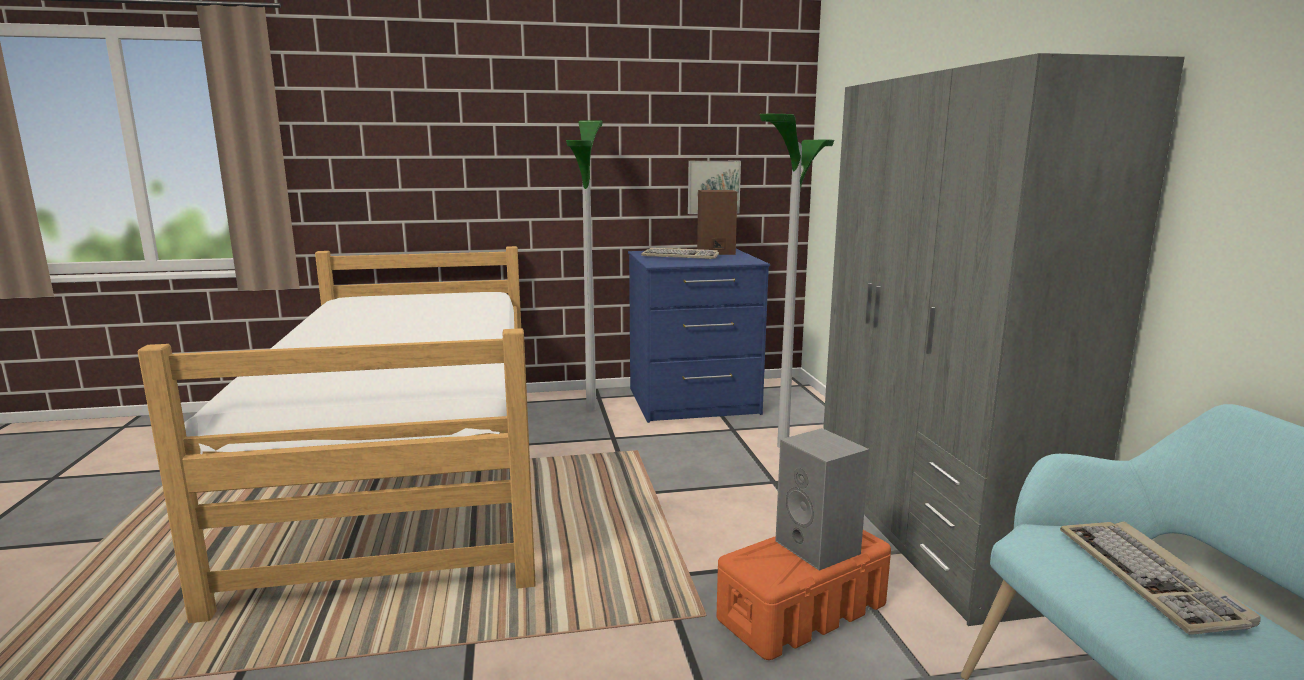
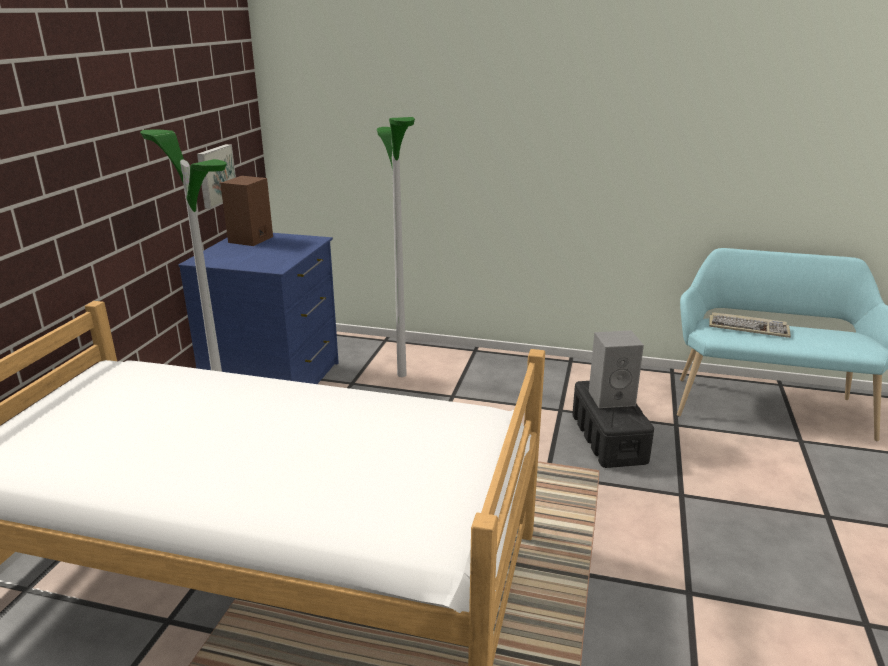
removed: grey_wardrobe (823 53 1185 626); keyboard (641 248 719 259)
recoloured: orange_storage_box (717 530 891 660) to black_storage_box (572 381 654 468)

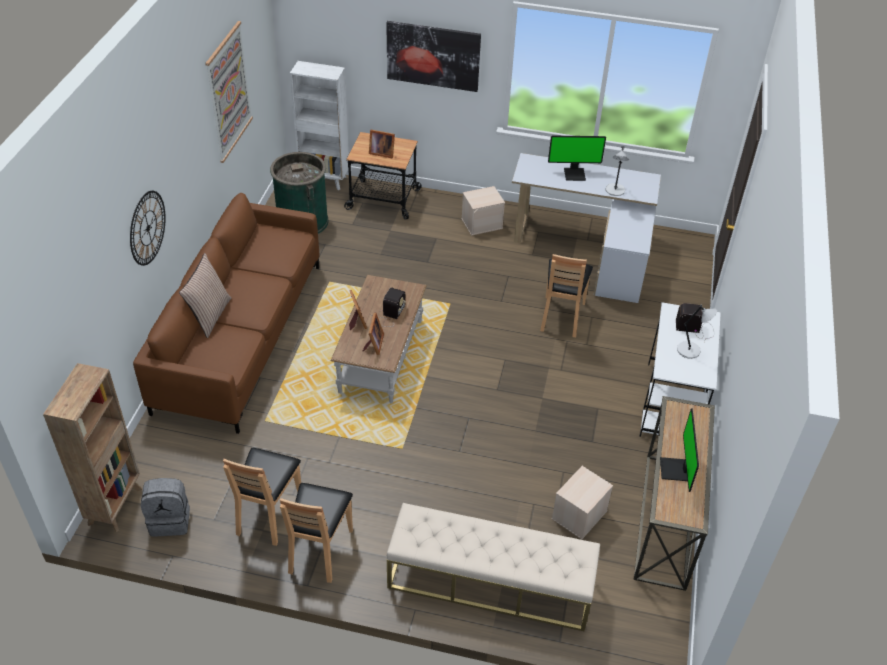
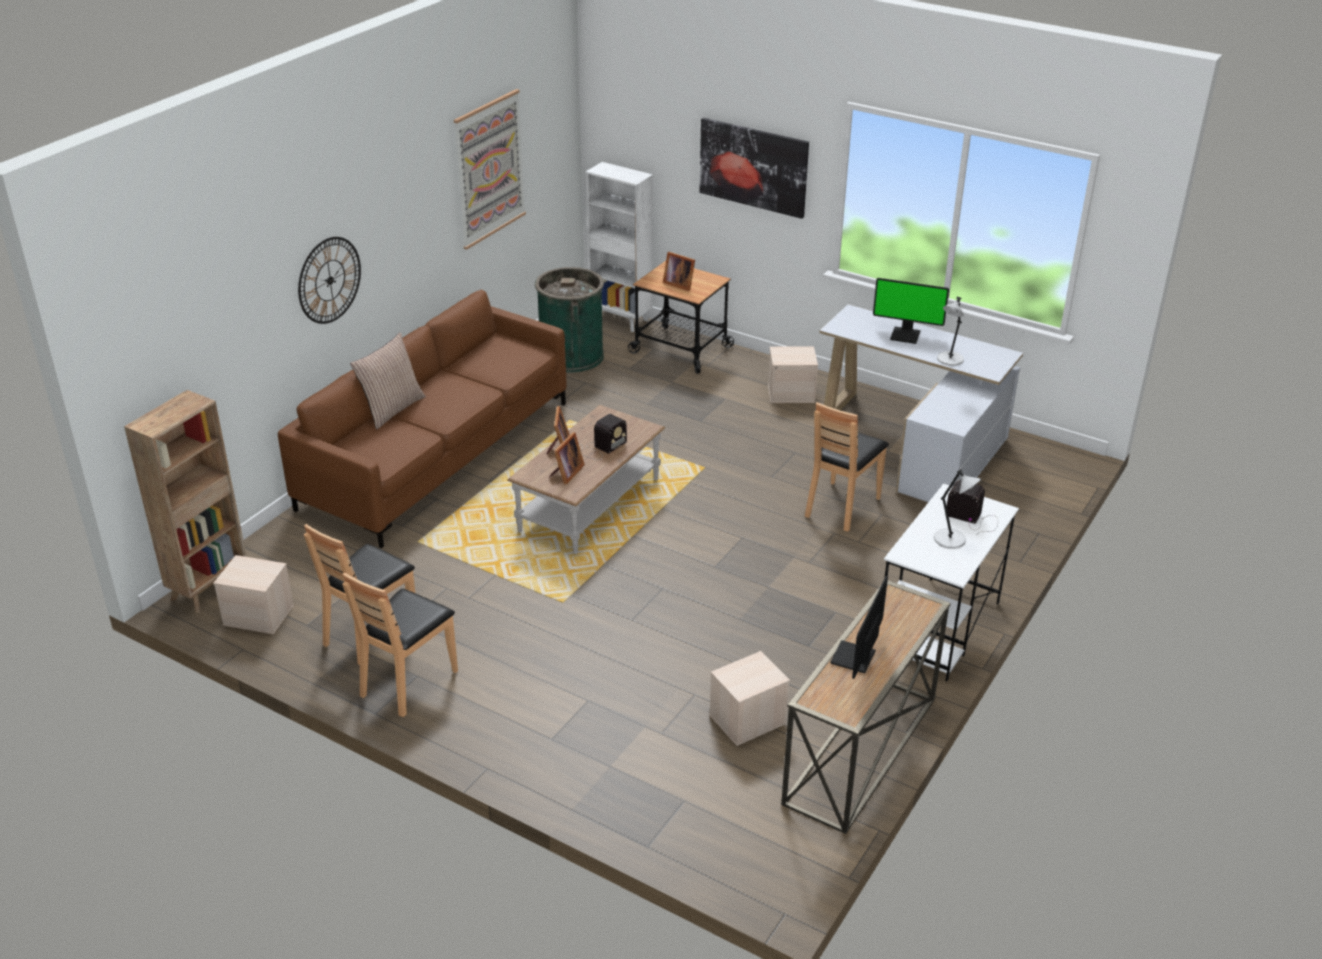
removed: beige_bench (387 503 600 631)
replaced: grey_backpack (141 478 190 537) to beige_storage_box (213 555 294 634)

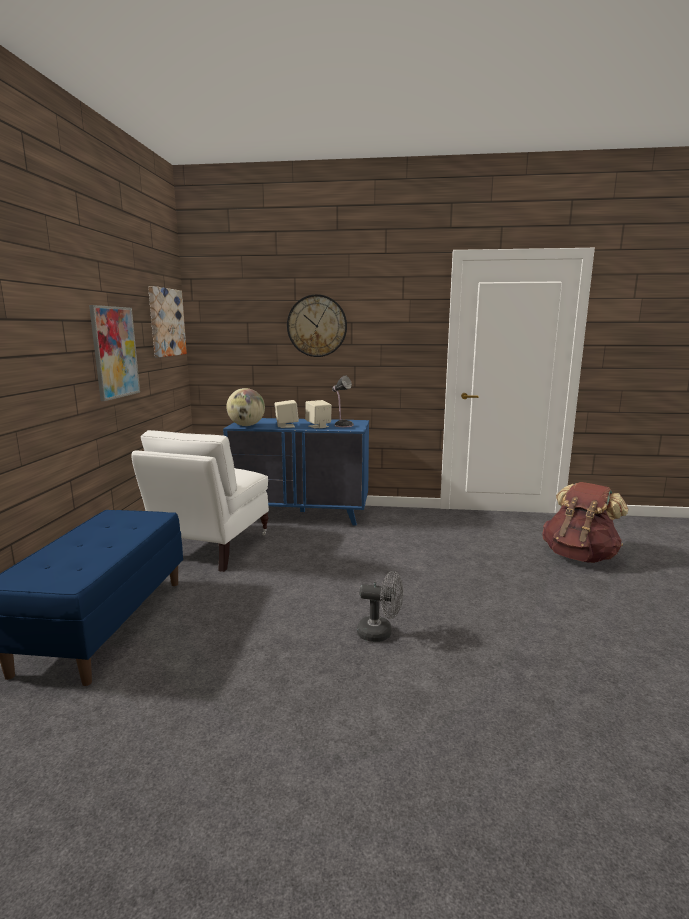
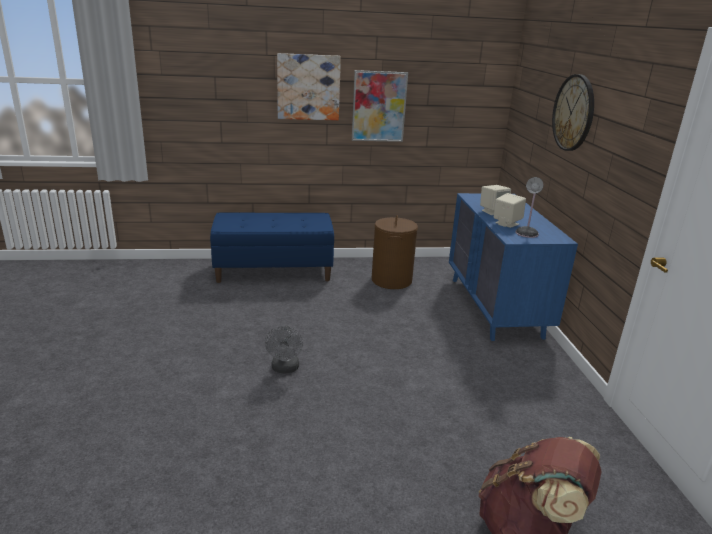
removed: globe (226 388 265 426)
moved: picture (148 286 187 357) to (277 53 341 120)
replaced: white_armchair (131 430 269 572) to brown_laundry_basket (372 215 418 289)

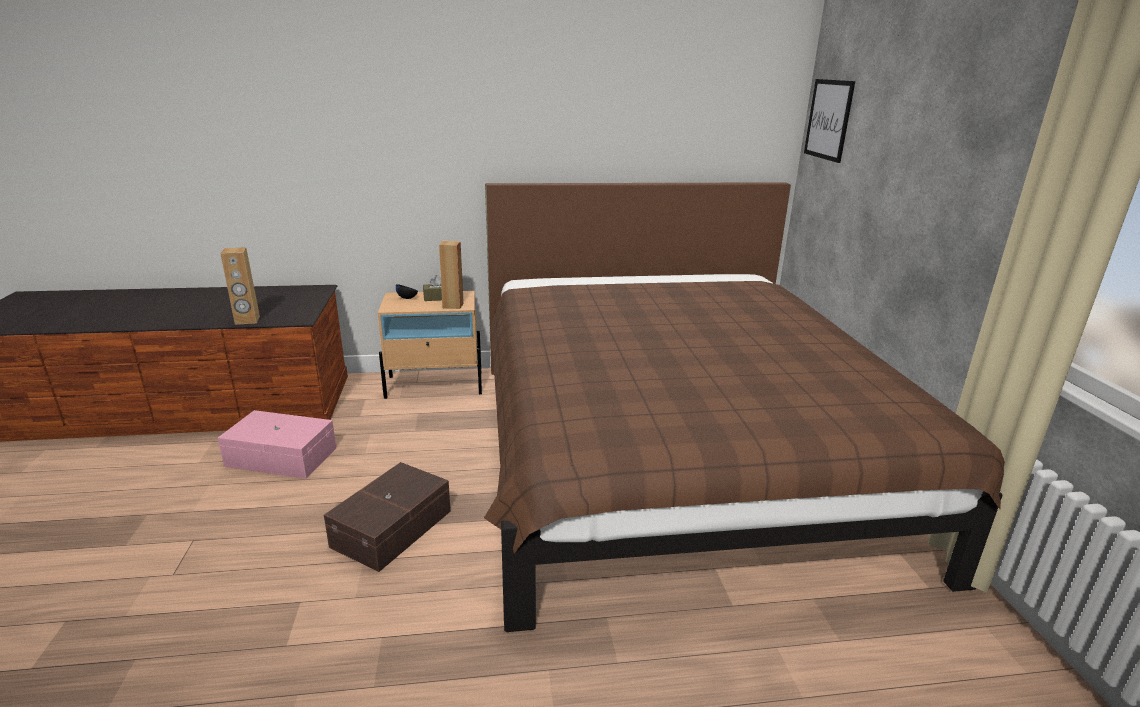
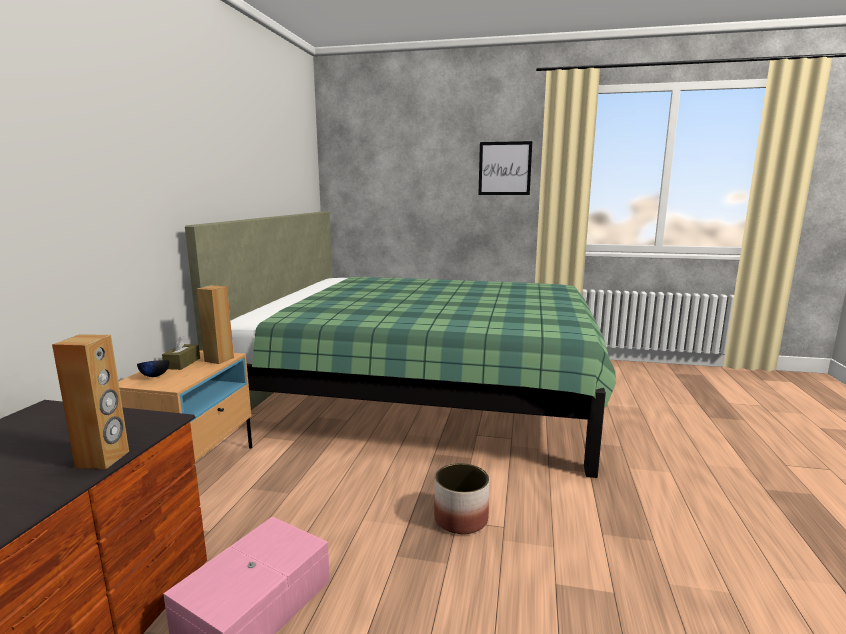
moved: picture (804 79 855 163) to (478 141 532 195)
replaced: brown_storage_box (324 462 451 572) to planter (434 463 489 534)
recoloured: brown_bed (484 182 1005 632) to green_bed (185 212 616 478)

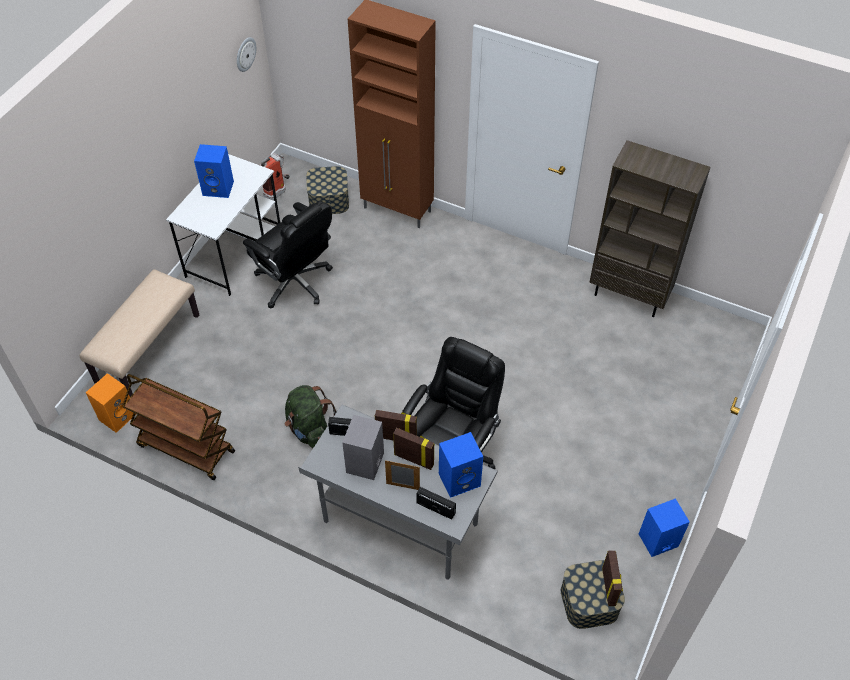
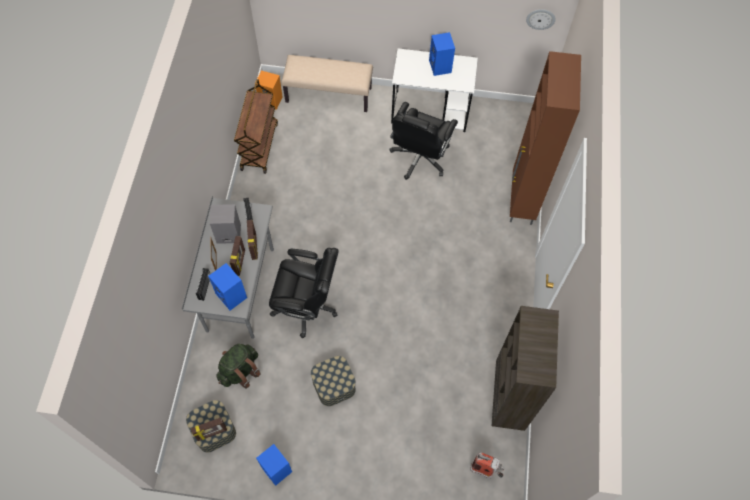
moved: fire_extinguisher (259 153 290 200) to (470 452 504 479); storage_box (306 166 349 214) to (311 356 356 406); green_backpack (285 385 337 448) to (216 343 261 389)

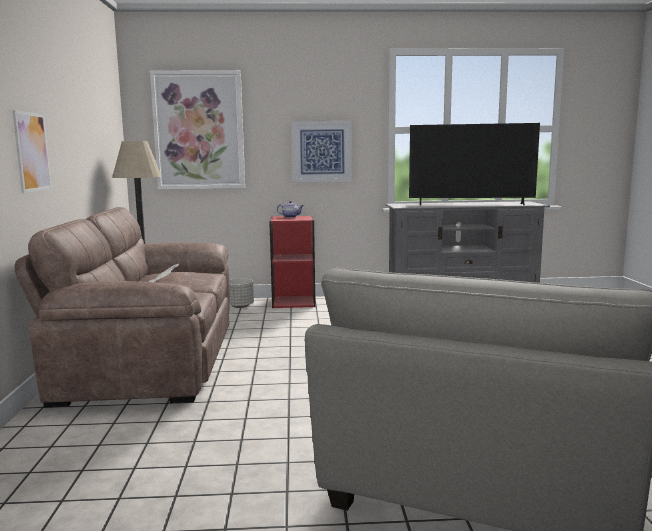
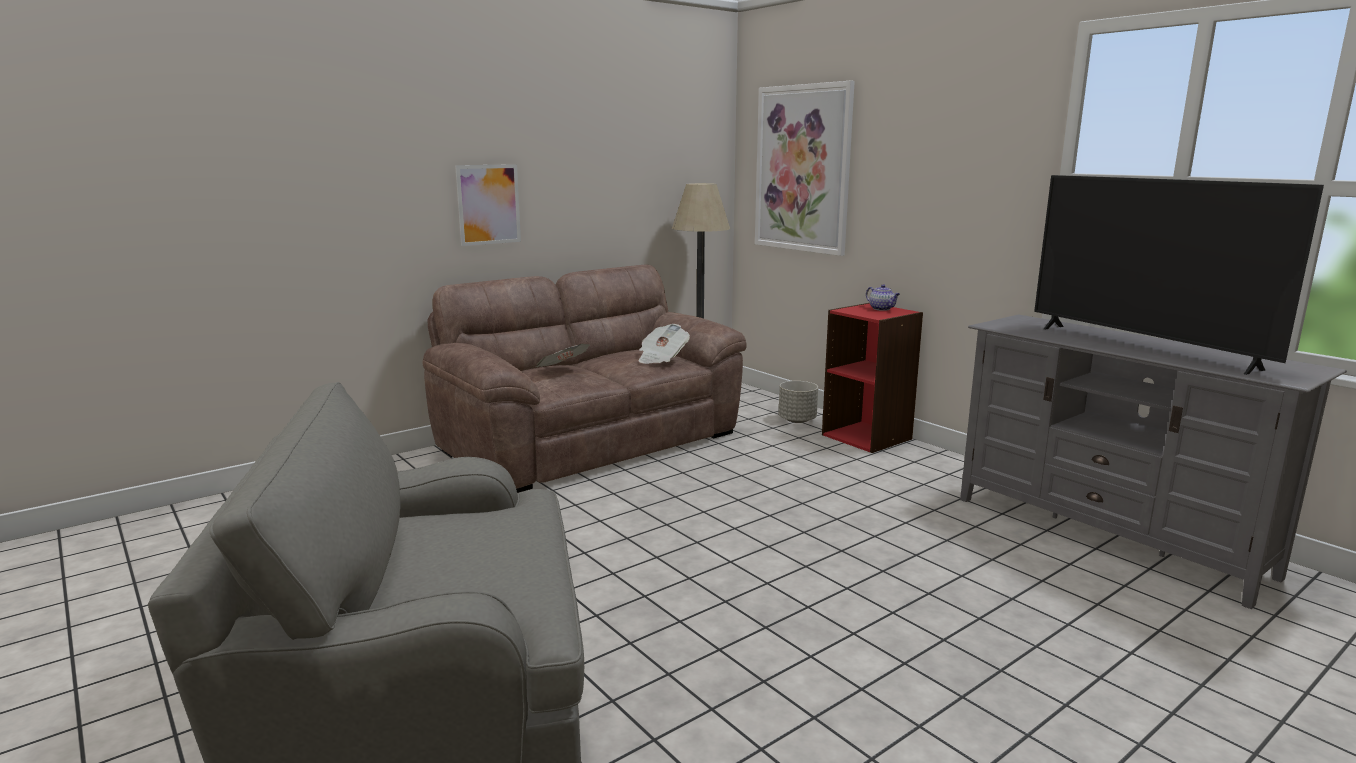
removed: picture (292 121 352 182)
added: newspaper (639 324 690 364)

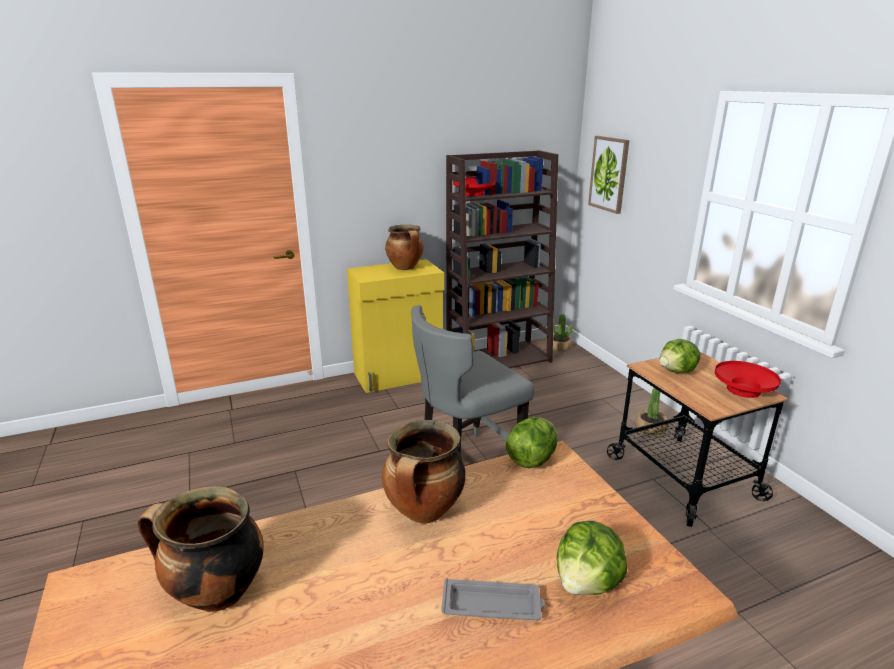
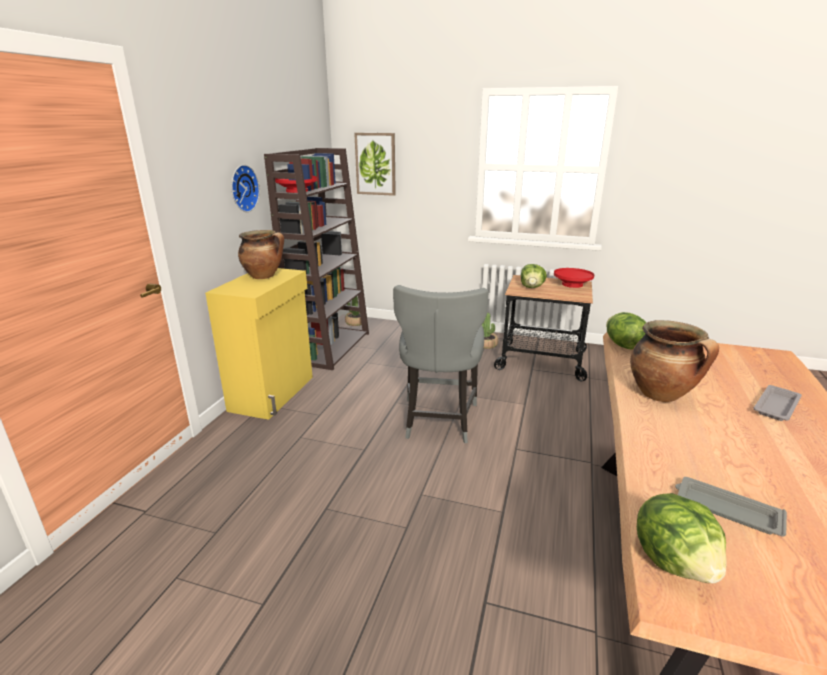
added: wall_clock (231 165 260 212)
moved: lettuce (557 521 627 595) to (637 493 727 583)
replaced: cooking_pot (137 486 264 612) to grey_tray (675 477 787 536)

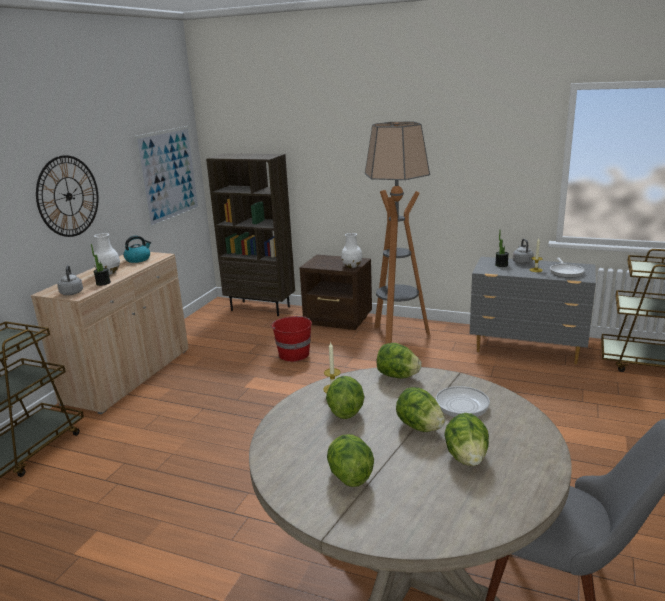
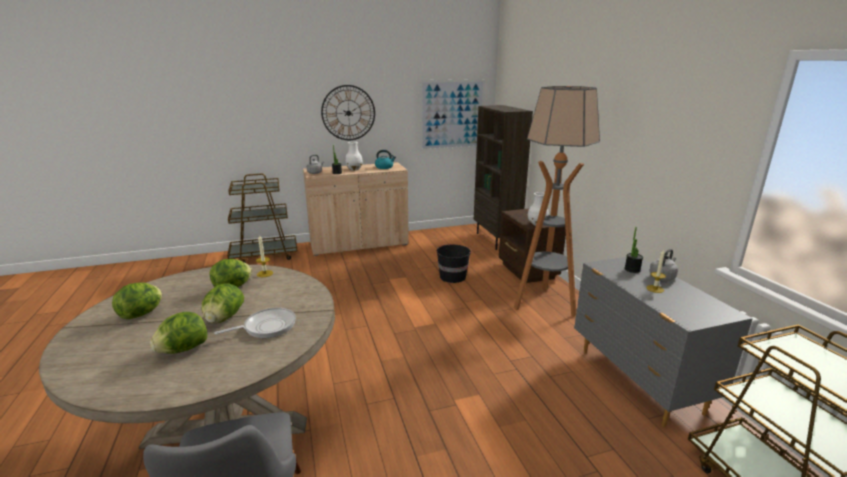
removed: frying_pan (550 258 584 278); lettuce (377 343 422 379)
recoloured: red_bucket (271 316 312 362) to black_bucket (437 244 472 283)

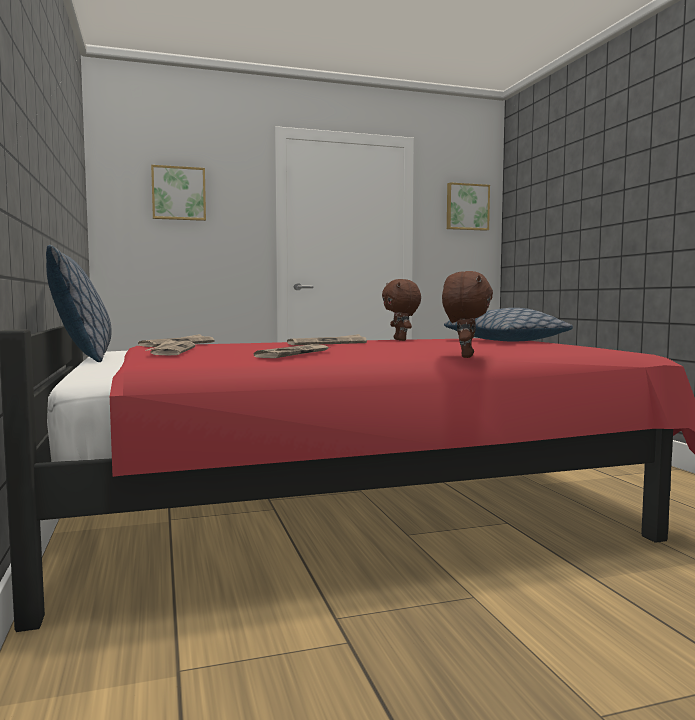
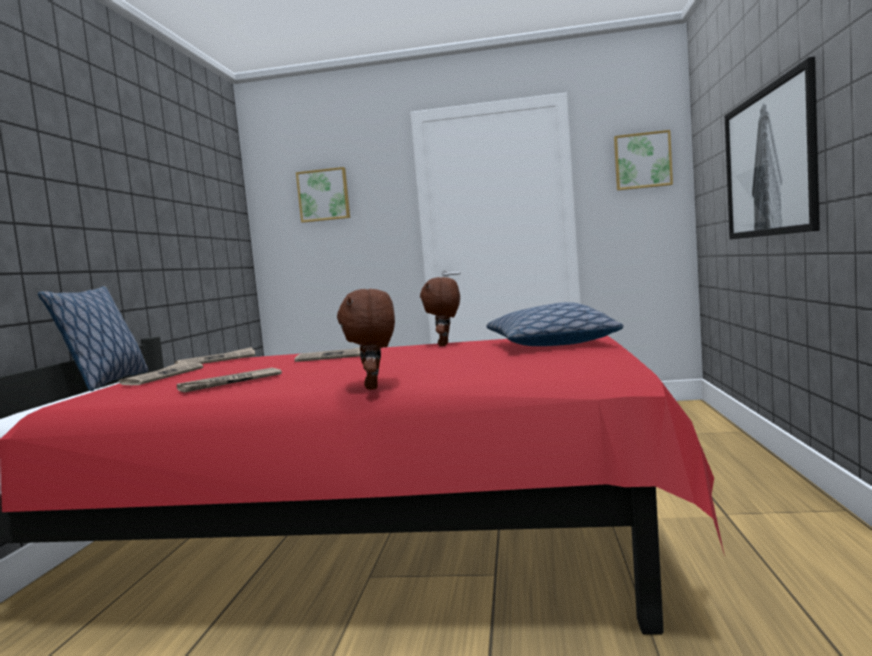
added: picture (725 56 820 239)
turned: brown_plush_toy (442 271 493 358) = (337 289 395 390) 135 degrees clockwise

